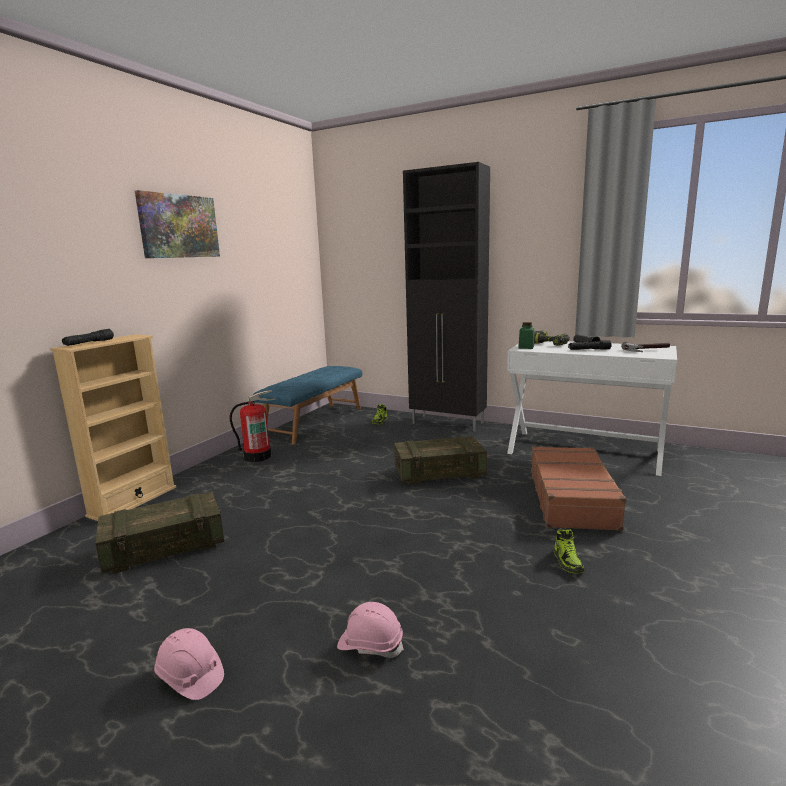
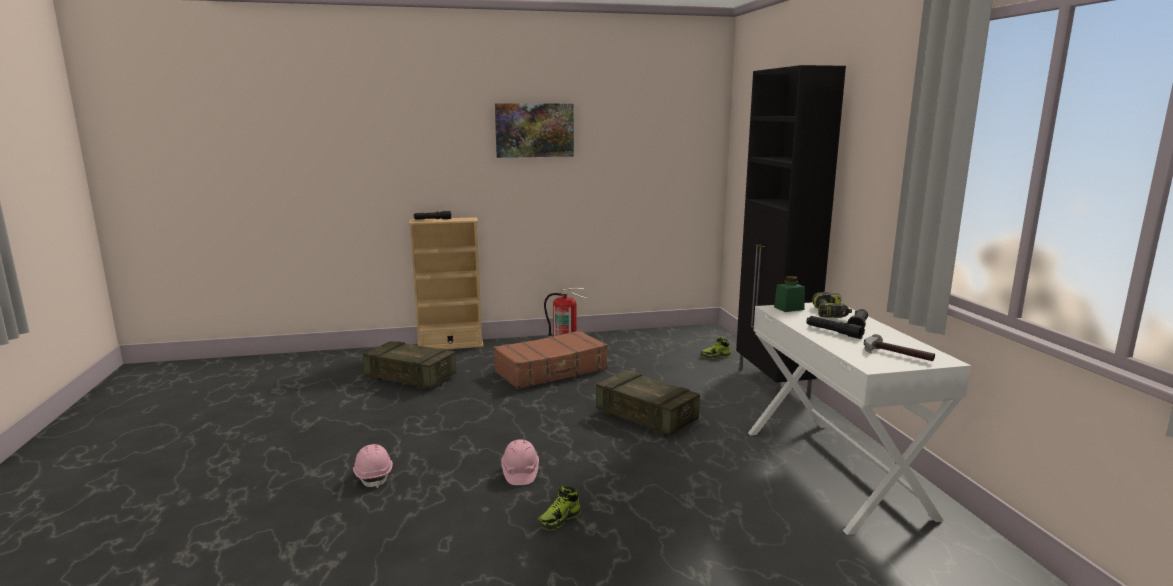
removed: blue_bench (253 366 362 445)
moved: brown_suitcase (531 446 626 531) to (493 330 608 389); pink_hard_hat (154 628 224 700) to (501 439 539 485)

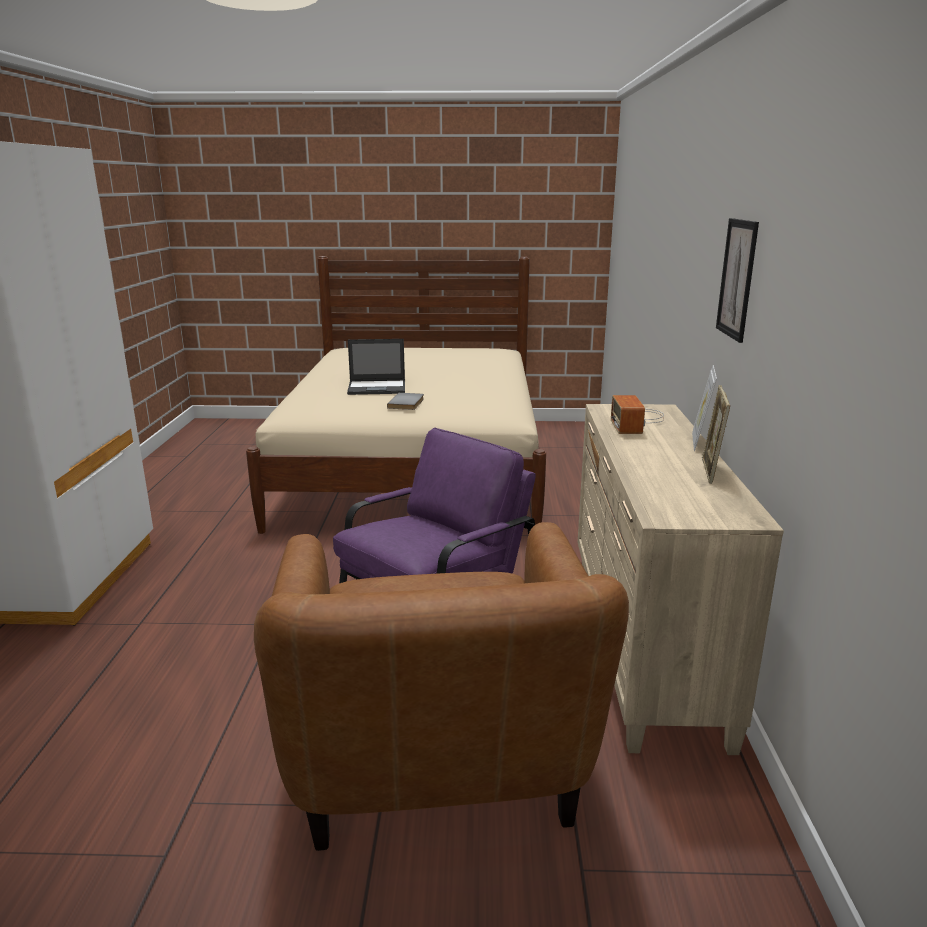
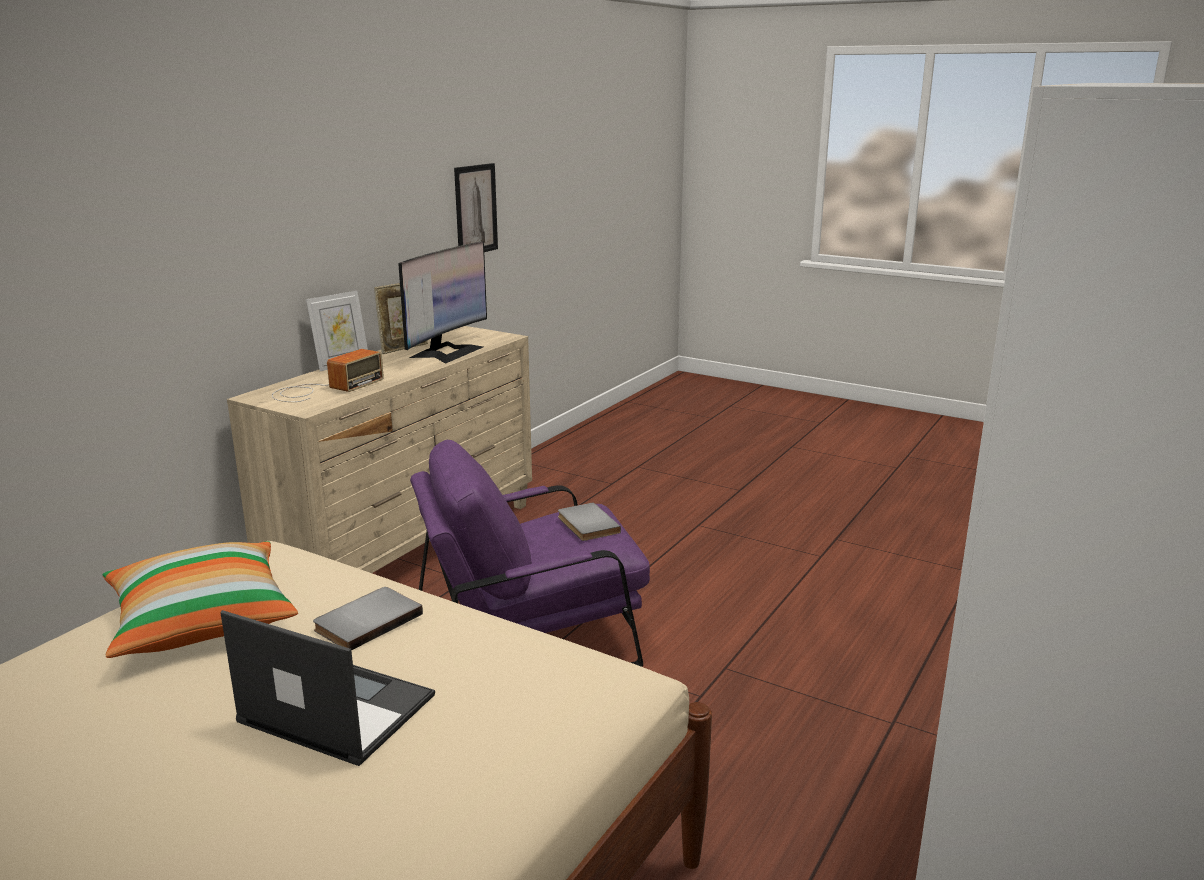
removed: brown_armchair (254 522 629 851)
added: monitor (398 242 487 364); grey_book (558 502 621 541); pillow (103 541 298 658)
moved: picture (716 218 759 343) to (454 163 498 252)

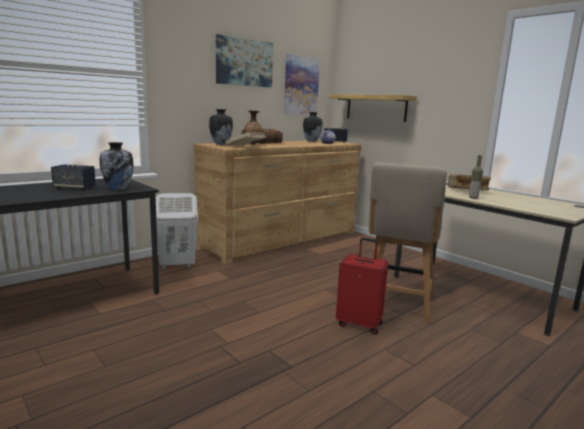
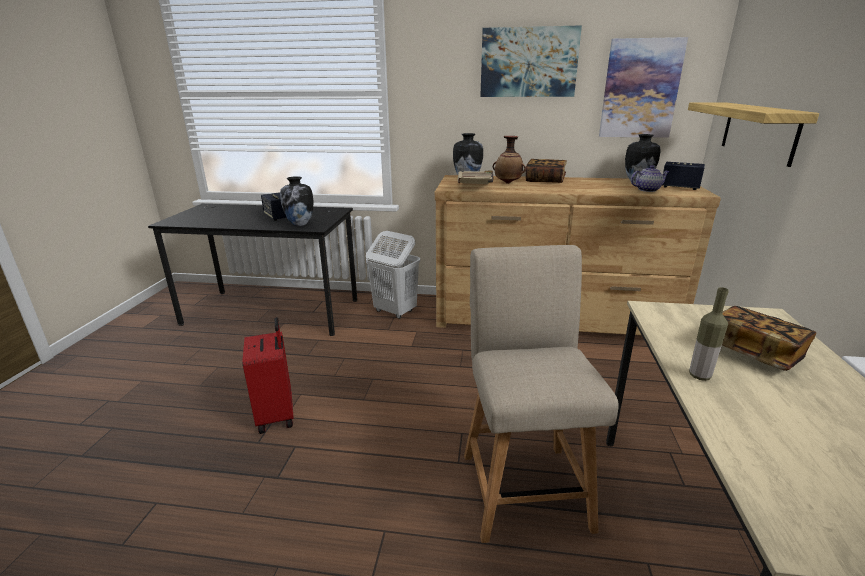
moved: red_suitcase (336 238 388 335) to (242 317 294 434)
turned: beige_chair (369 163 447 323) = (464 245 619 543) 105 degrees clockwise

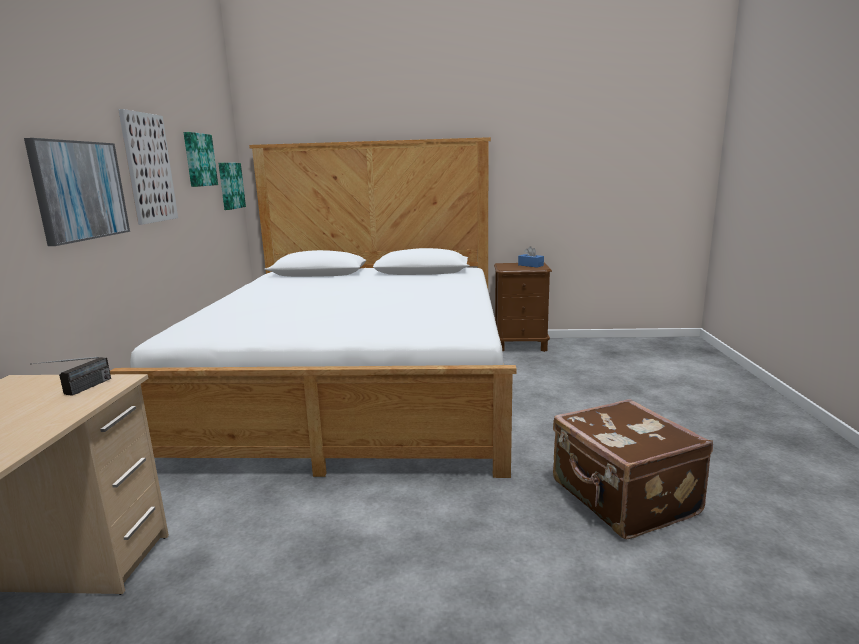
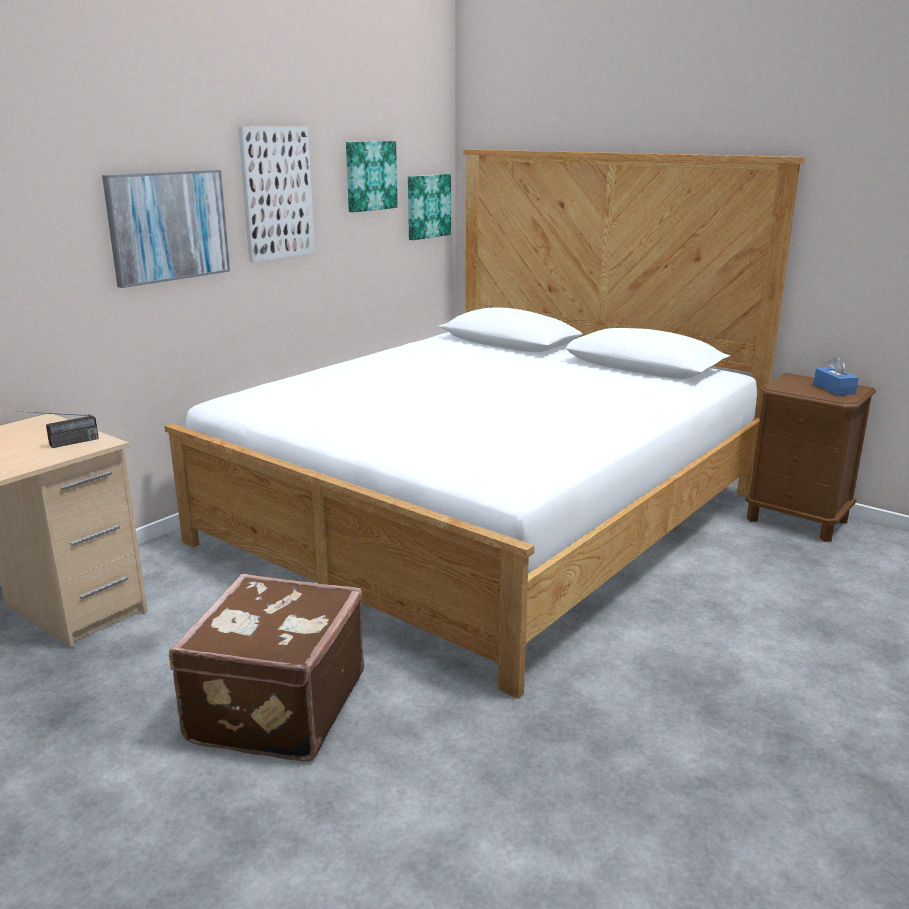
moved: brown_suitcase (553 399 713 539) to (169 574 364 762)

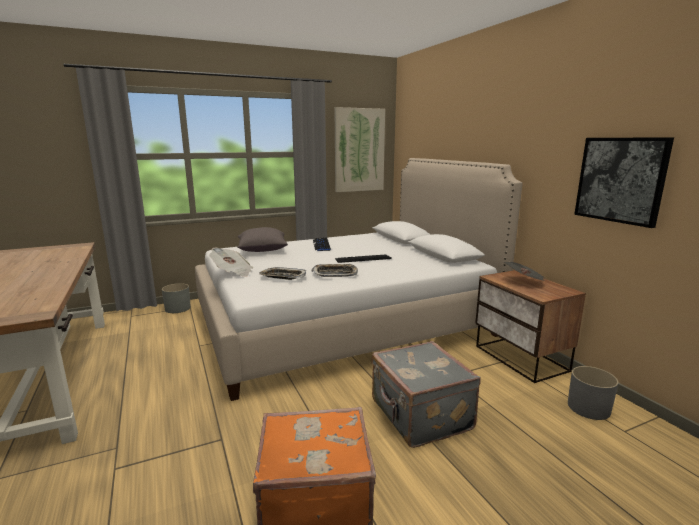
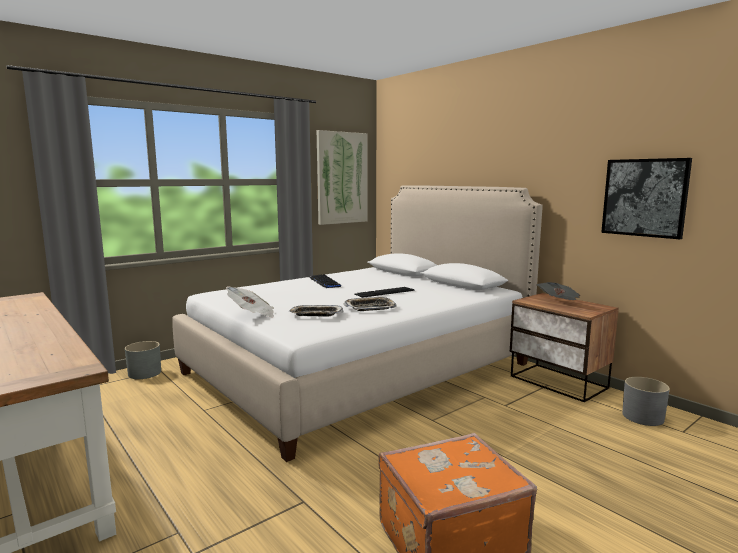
removed: grey_pillow (237 227 288 252); grey_suitcase (372 341 481 448)

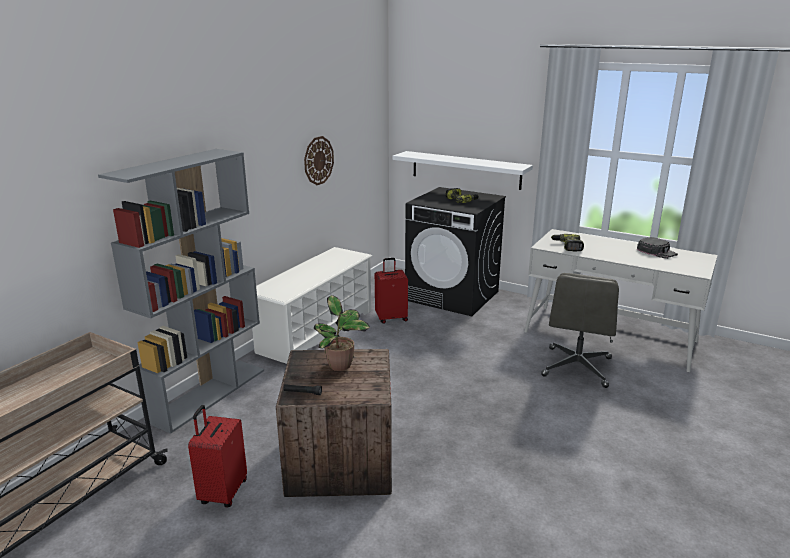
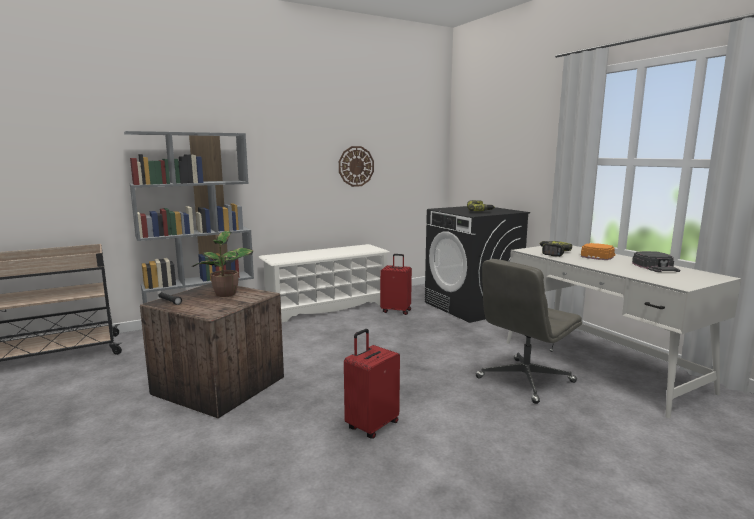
removed: white_shelf (392 151 533 190)
added: orange_cap (581 243 615 260)
moved: red_suitcase (188 405 247 507) to (344 329 400 439)

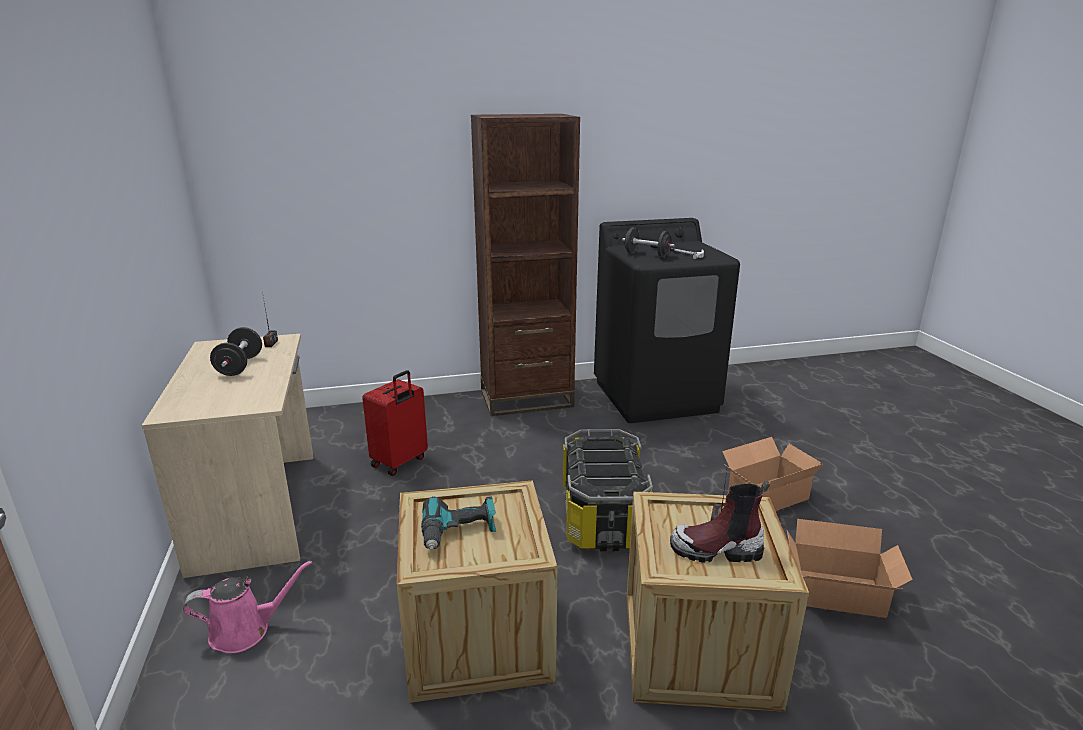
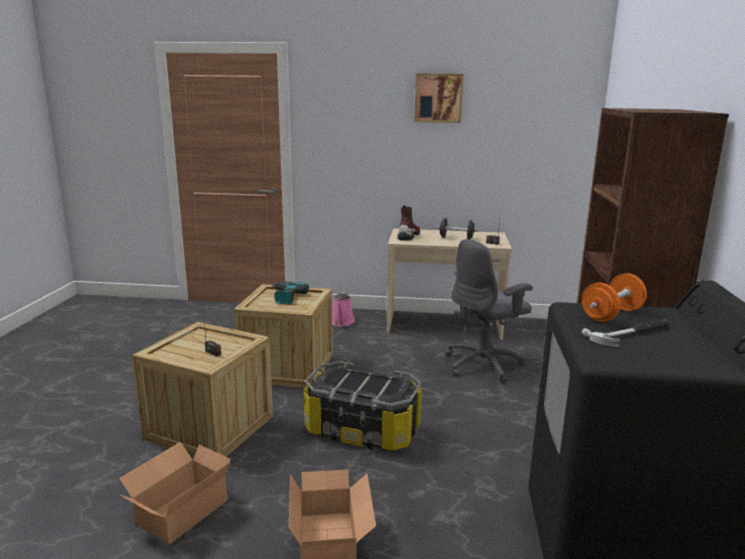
added: picture (414 73 463 123)
moved: boot (670 481 770 563) to (397 205 420 241)
replaced: red_suitcase (362 370 428 476) to grey_office_chair (445 239 533 384)
recoloured: black_dumbbell (622 227 675 258) to orange_dumbbell (582 273 647 322)

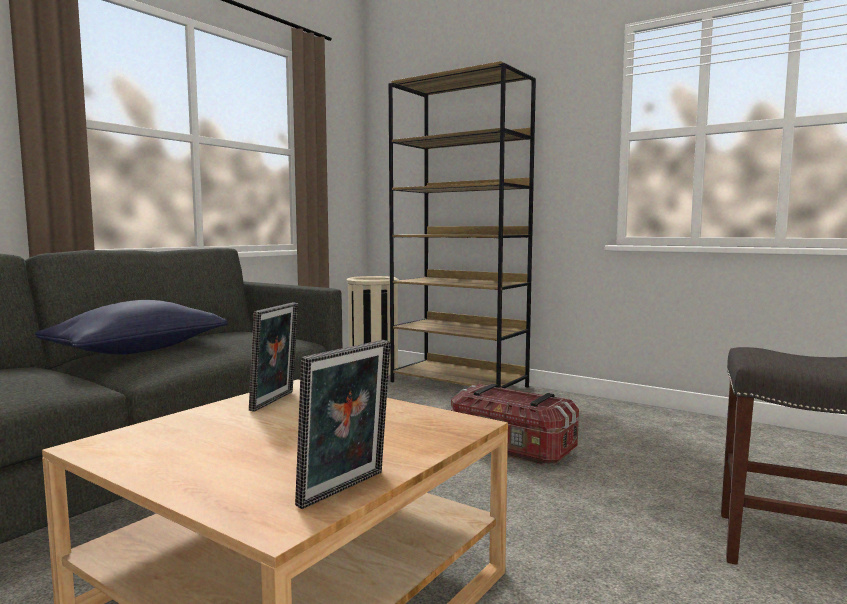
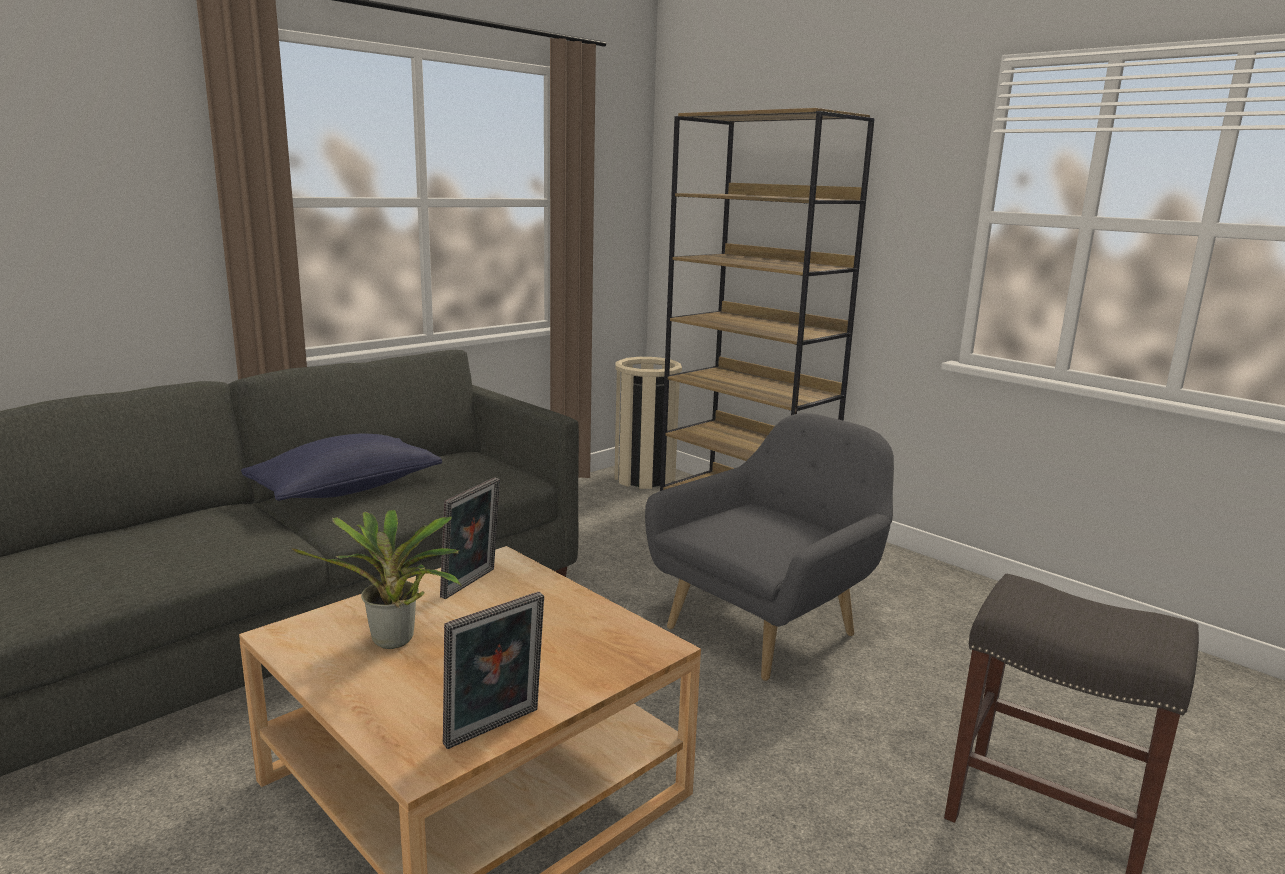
added: potted_plant (292 510 462 649)
replaced: storage_box (451 383 579 465) to grey_armchair (645 413 894 681)

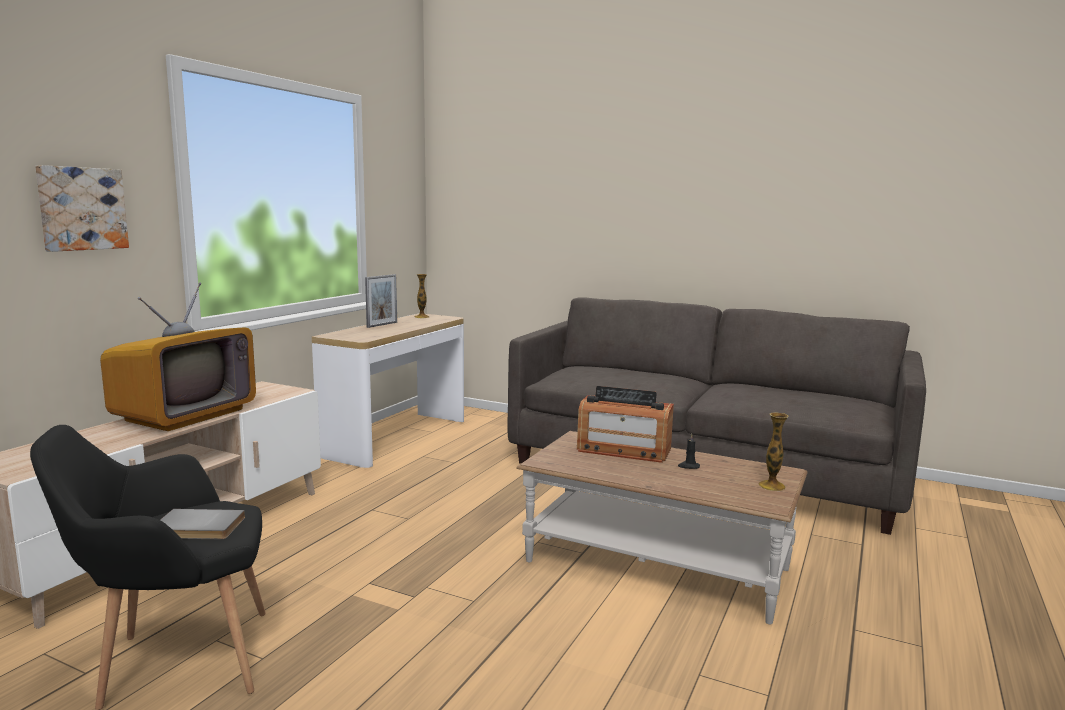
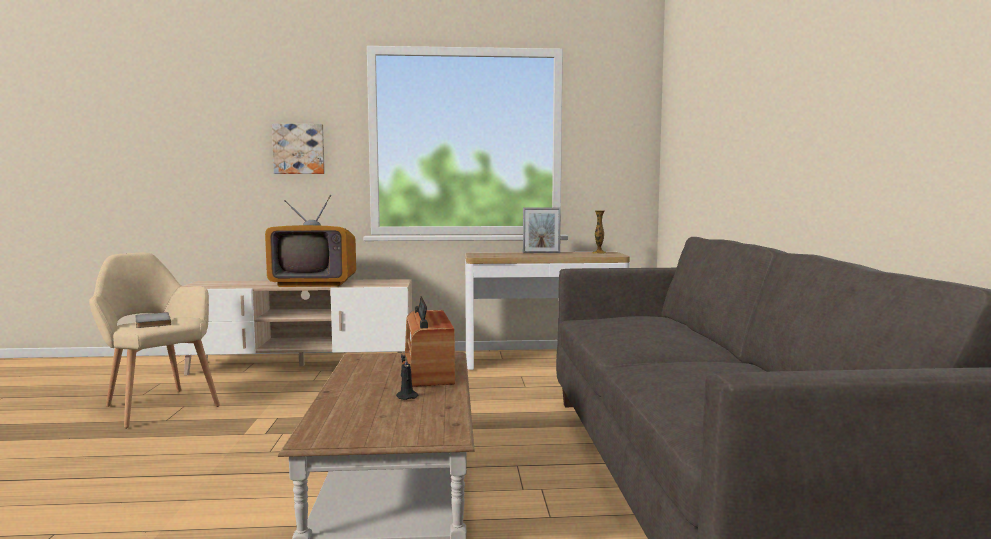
removed: vase (758 412 789 491)
recoloured: black_armchair (30 425 266 710) to beige_armchair (89 252 220 429)

